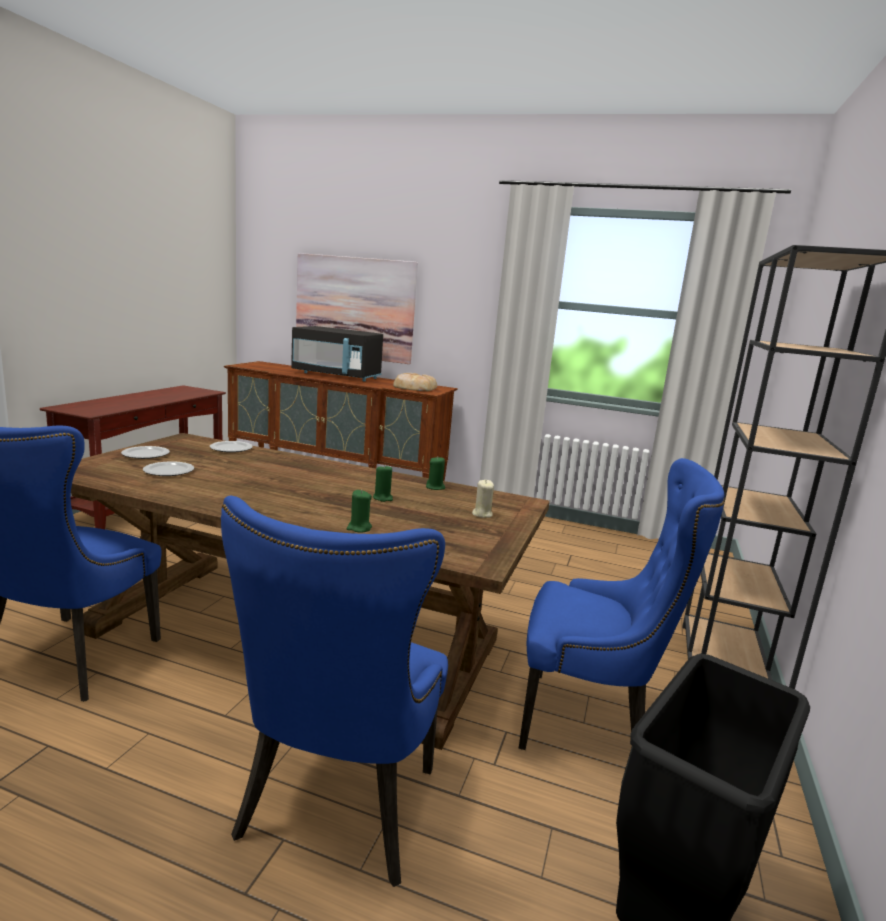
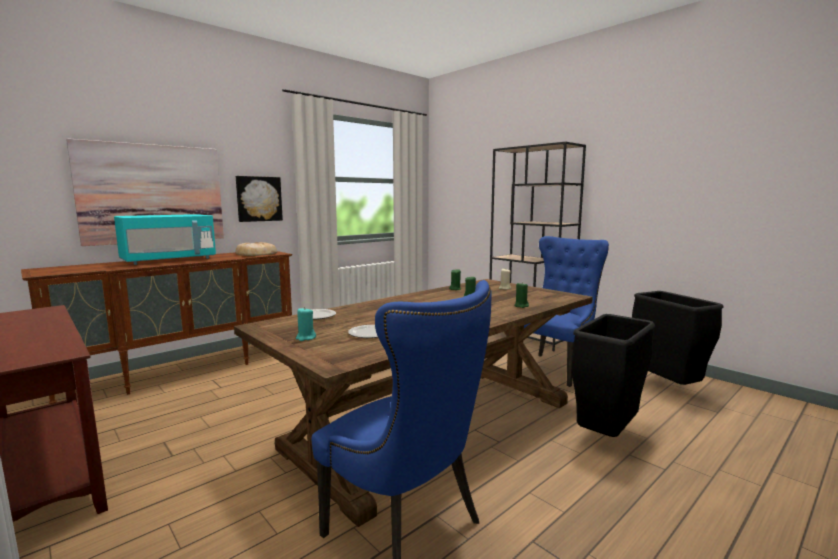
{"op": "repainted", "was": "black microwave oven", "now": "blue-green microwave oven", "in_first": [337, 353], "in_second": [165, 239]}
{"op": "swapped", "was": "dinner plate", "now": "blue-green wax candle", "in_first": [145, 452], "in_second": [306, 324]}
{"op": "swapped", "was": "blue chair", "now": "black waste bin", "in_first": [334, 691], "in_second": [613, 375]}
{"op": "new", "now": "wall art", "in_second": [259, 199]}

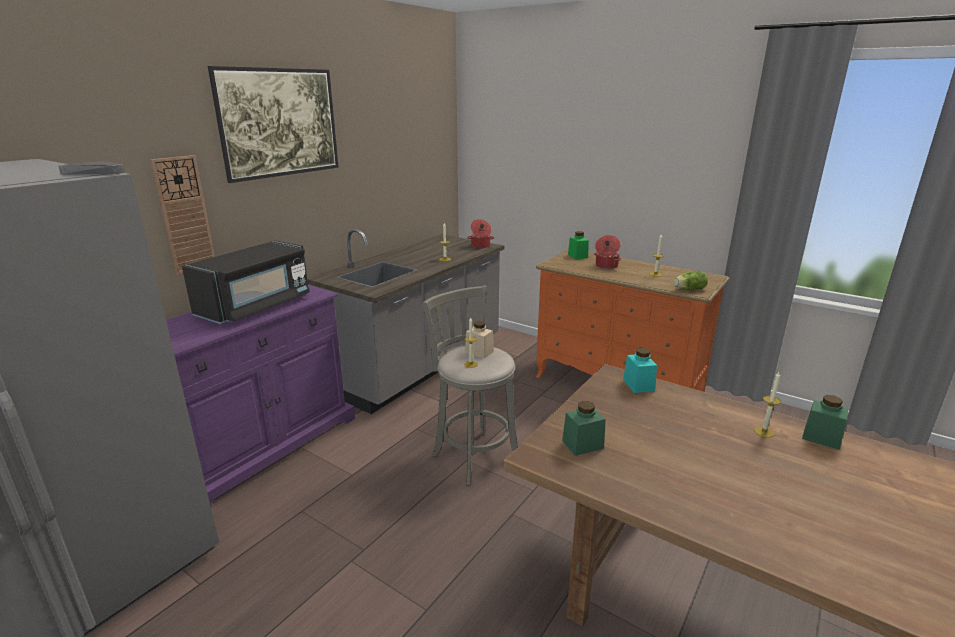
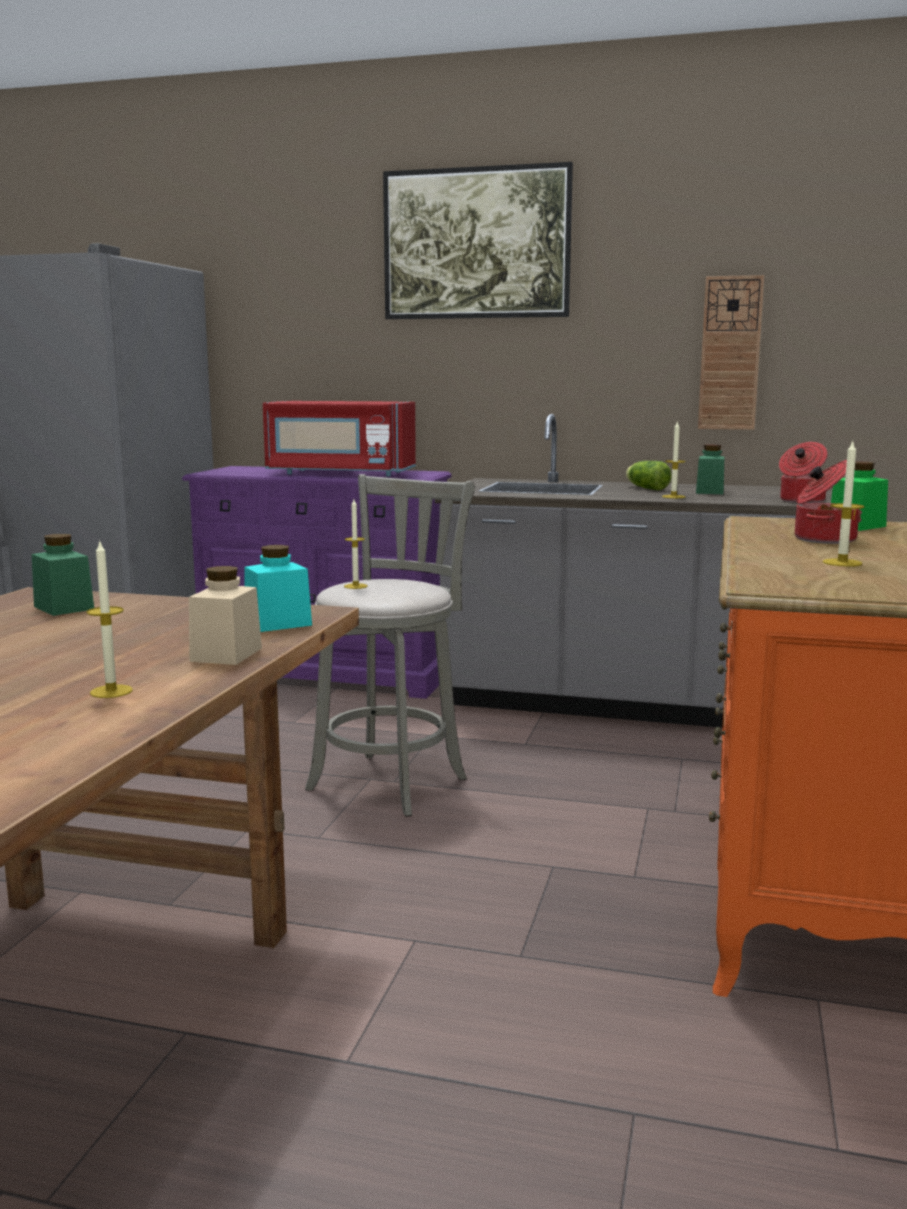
{"op": "shifted", "was": "hanging clock", "in_first": [183, 214], "in_second": [731, 352]}
{"op": "repainted", "was": "black microwave oven", "now": "red-coloured microwave oven", "in_first": [246, 282], "in_second": [339, 438]}
{"op": "shifted", "was": "lettuce head", "in_first": [690, 280], "in_second": [649, 475]}
{"op": "shifted", "was": "sand-coloured preserve jar", "in_first": [479, 340], "in_second": [225, 615]}
{"op": "shifted", "was": "green-coloured preserve jar", "in_first": [825, 422], "in_second": [710, 469]}

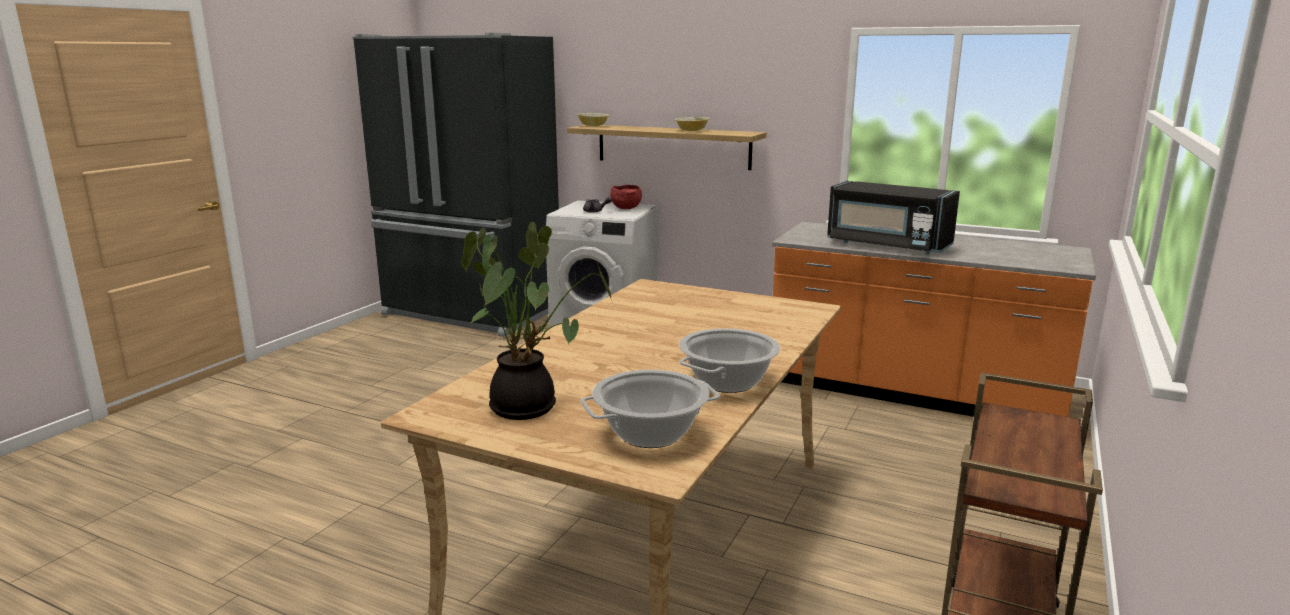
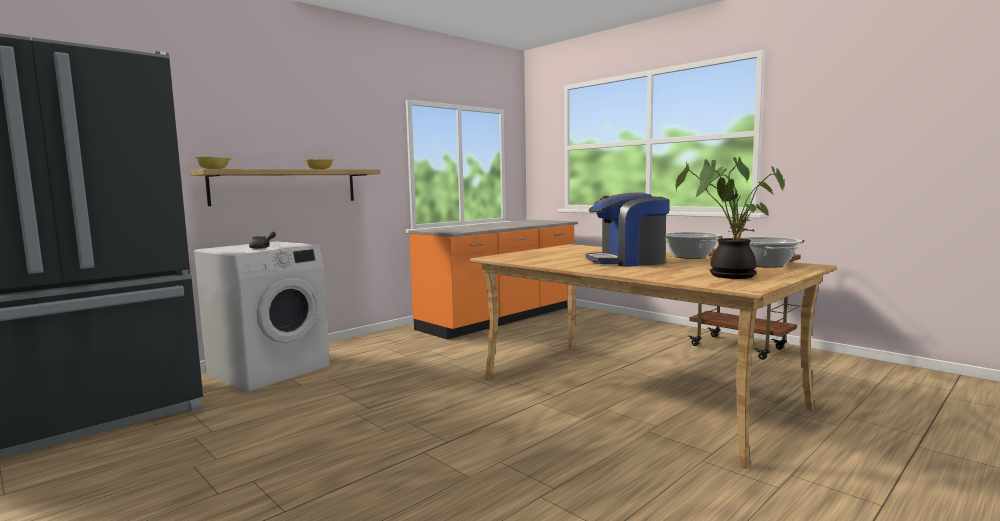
{"op": "gone", "was": "black microwave oven", "in_first": [893, 217]}
{"op": "gone", "was": "red-coloured deep dish", "in_first": [626, 197]}
{"op": "new", "now": "coffee machine", "in_second": [628, 229]}

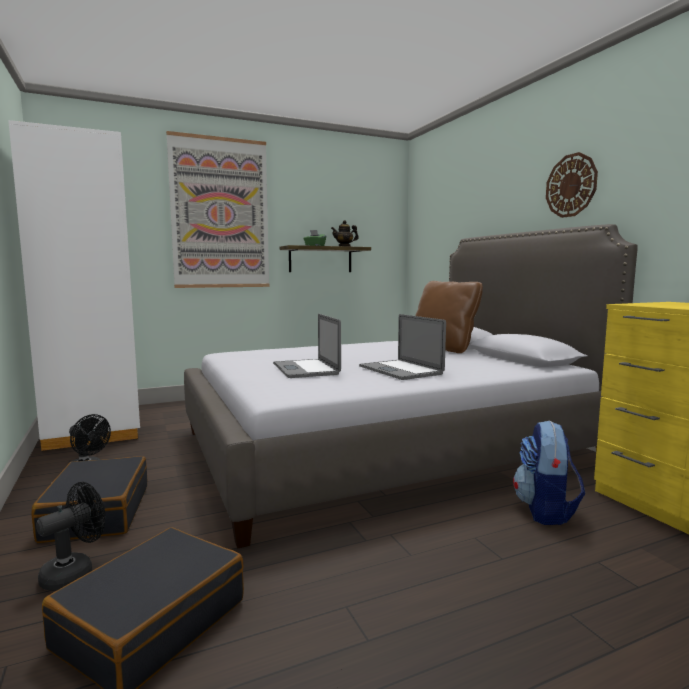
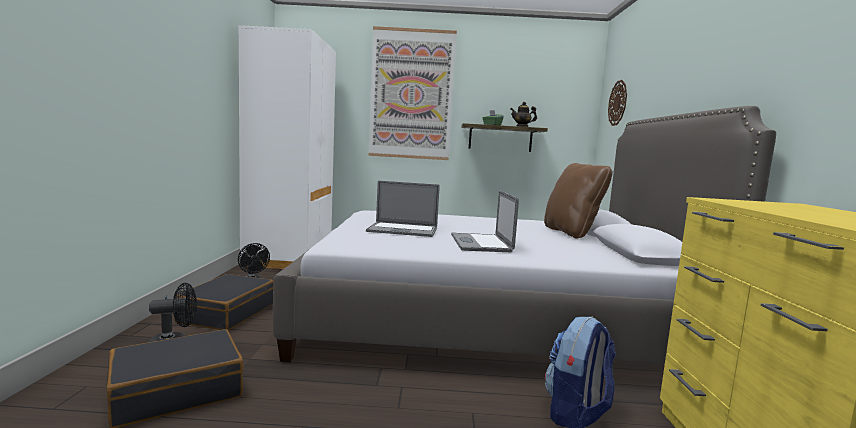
{"op": "shifted", "was": "hanging clock", "in_first": [572, 185], "in_second": [617, 103]}
{"op": "rotated", "was": "notebook computer", "in_first": [307, 346], "in_second": [403, 209], "clockwise": -90}

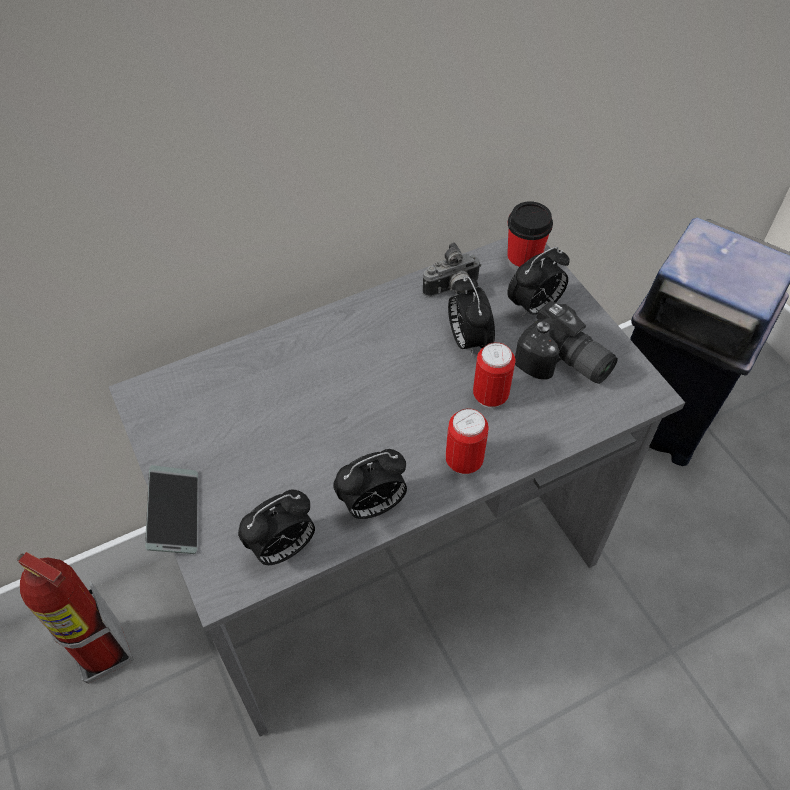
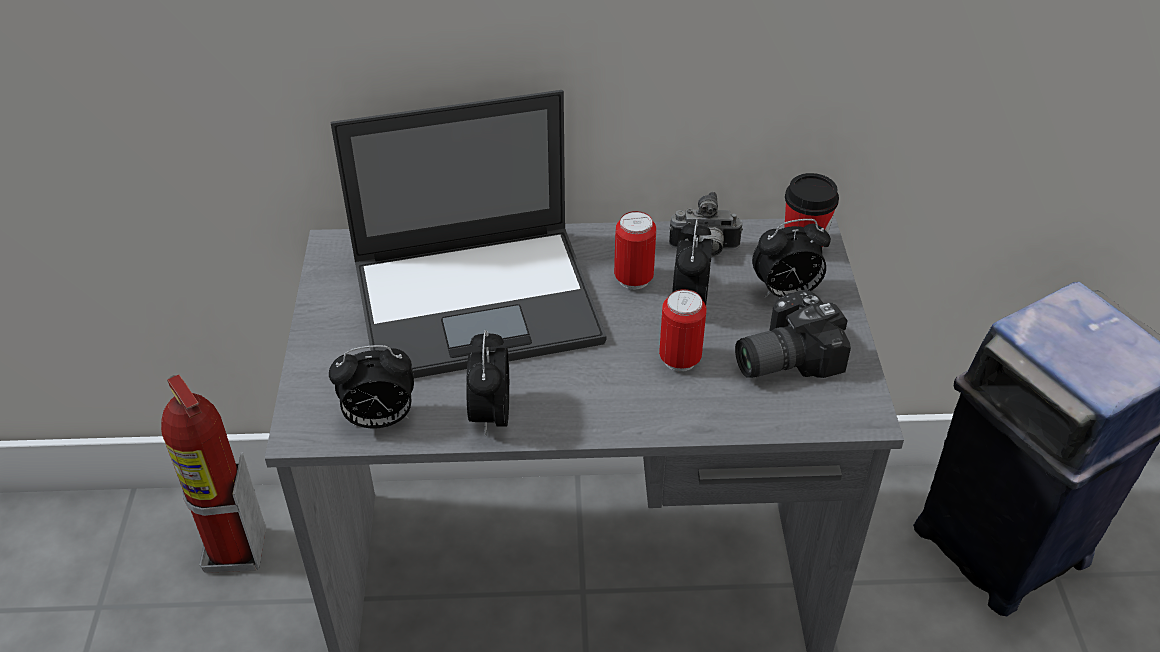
{"op": "rotated", "was": "still camera", "in_first": [566, 342], "in_second": [793, 333], "clockwise": 90}
{"op": "shifted", "was": "can", "in_first": [467, 441], "in_second": [635, 250]}
{"op": "rotated", "was": "alarm clock", "in_first": [370, 484], "in_second": [487, 383], "clockwise": 90}
{"op": "gone", "was": "phone", "in_first": [171, 509]}
{"op": "new", "now": "notebook computer", "in_second": [468, 234]}

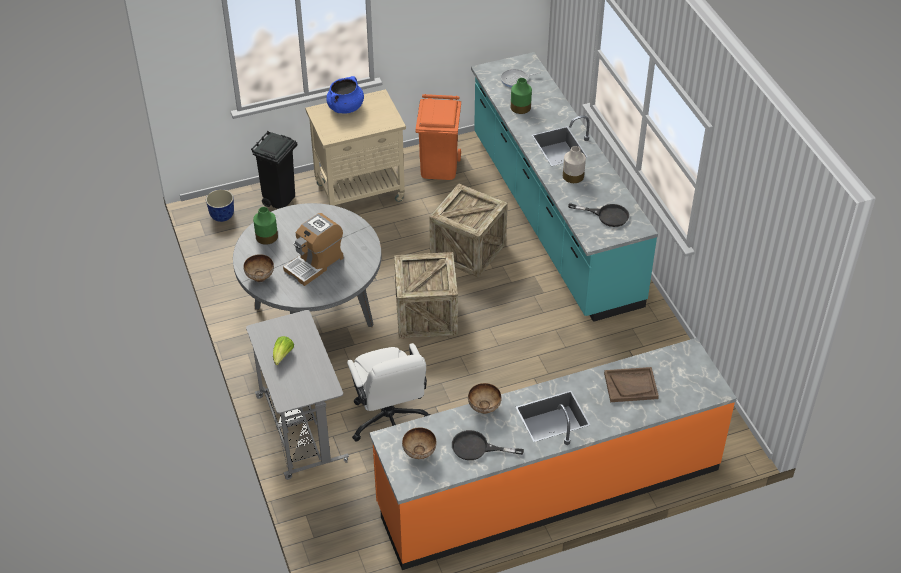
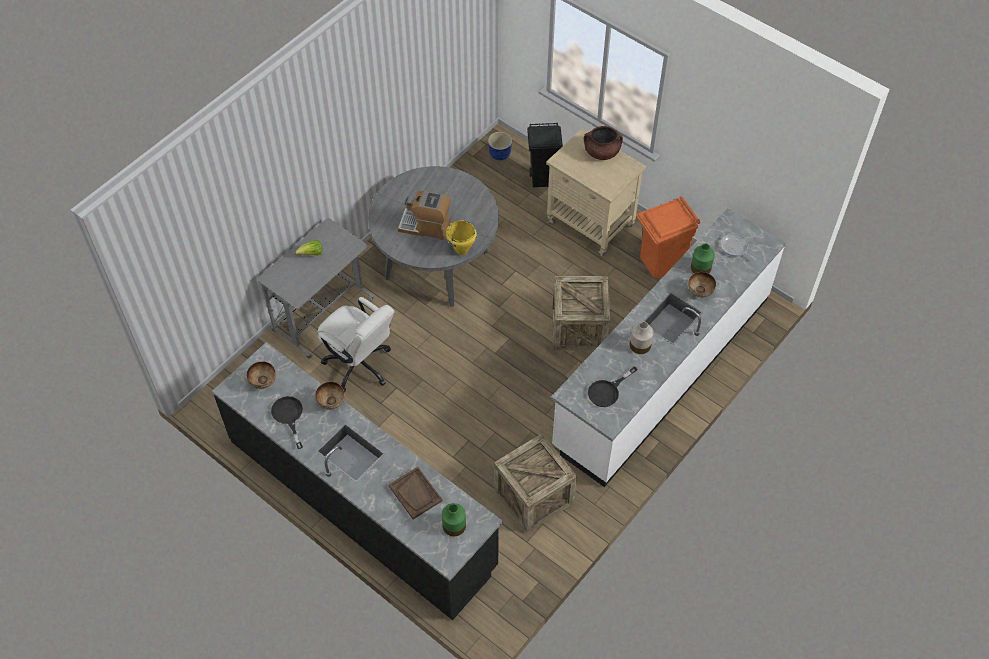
{"op": "repainted", "was": "blue-green kitchen counter", "now": "whitish kitchen counter", "in_first": [564, 187], "in_second": [668, 347]}
{"op": "repainted", "was": "blue stockpot", "now": "brown-coloured stockpot", "in_first": [345, 94], "in_second": [603, 143]}
{"op": "rotated", "was": "black skillet", "in_first": [598, 215], "in_second": [613, 386], "clockwise": 60}
{"op": "shifted", "was": "green-coloured flower vase", "in_first": [265, 226], "in_second": [454, 519]}
{"op": "shifted", "was": "shipping crate", "in_first": [426, 295], "in_second": [535, 483]}
{"op": "shifted", "was": "deep dish", "in_first": [259, 268], "in_second": [702, 284]}
{"op": "repainted", "was": "orangey kitchen counter", "now": "black kitchen counter", "in_first": [553, 454], "in_second": [357, 481]}
{"op": "rotated", "was": "whitish desk chair", "in_first": [388, 392], "in_second": [356, 344], "clockwise": -90}
{"op": "new", "now": "yellow-coloured stockpot", "in_second": [461, 237]}

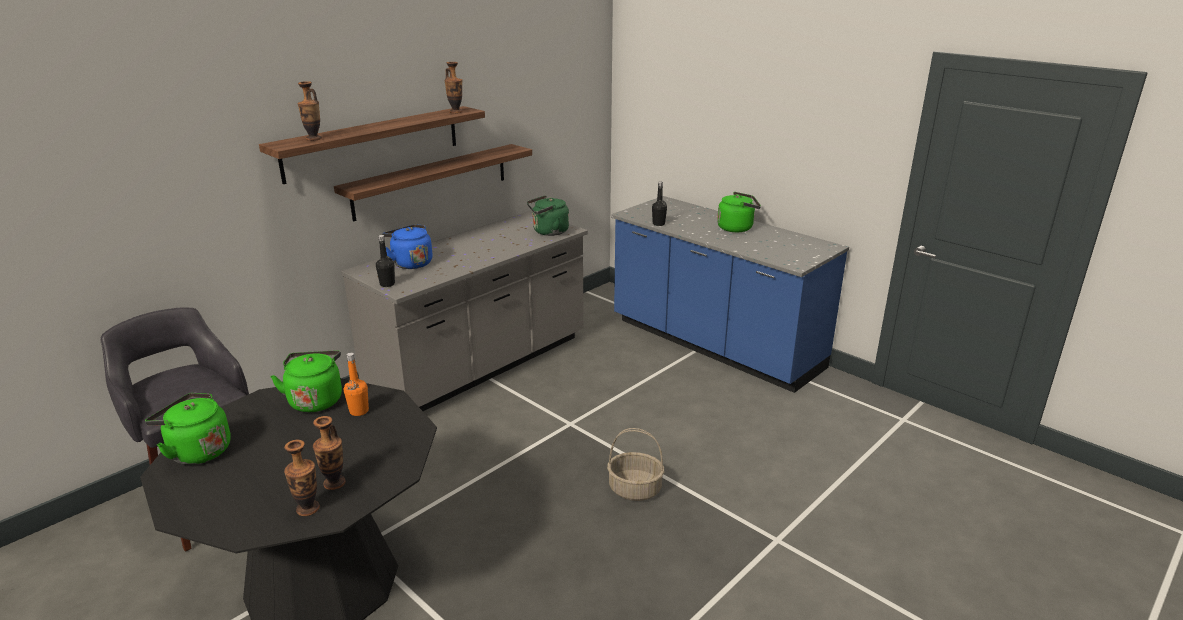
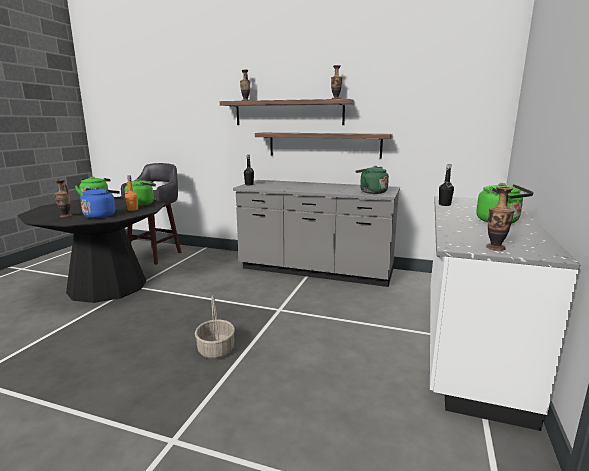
{"op": "repainted", "was": "blue kitchen counter", "now": "whitish kitchen counter", "in_first": [730, 294], "in_second": [505, 313]}
{"op": "shifted", "was": "blue kettle", "in_first": [407, 246], "in_second": [100, 202]}
{"op": "shifted", "was": "flower vase", "in_first": [302, 478], "in_second": [500, 218]}

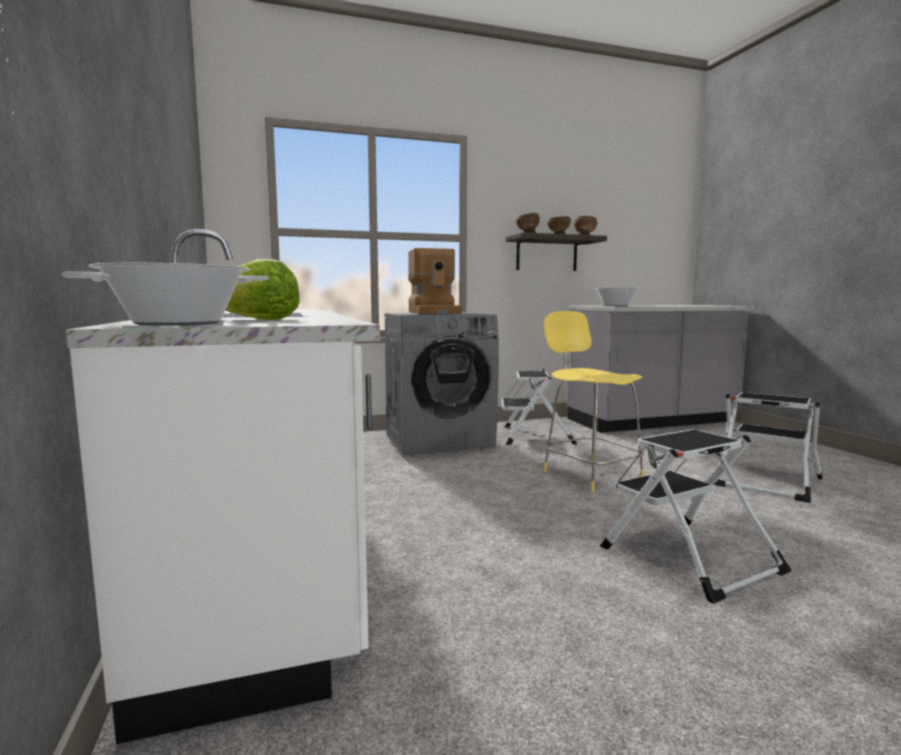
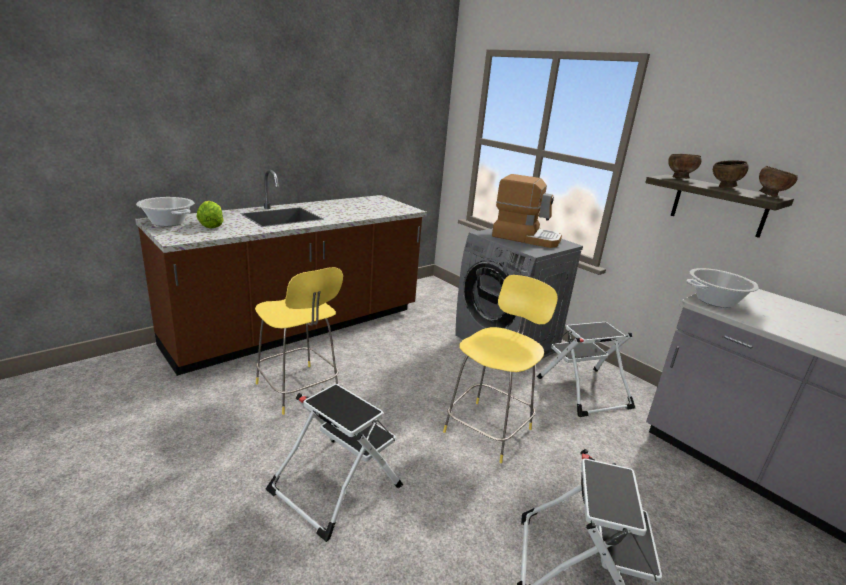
{"op": "repainted", "was": "whitish kitchen counter", "now": "brown-coloured kitchen counter", "in_first": [223, 486], "in_second": [281, 272]}
{"op": "rotated", "was": "coffee machine", "in_first": [435, 281], "in_second": [527, 211], "clockwise": -120}
{"op": "new", "now": "yellow-coloured sitting stool", "in_second": [299, 341]}

